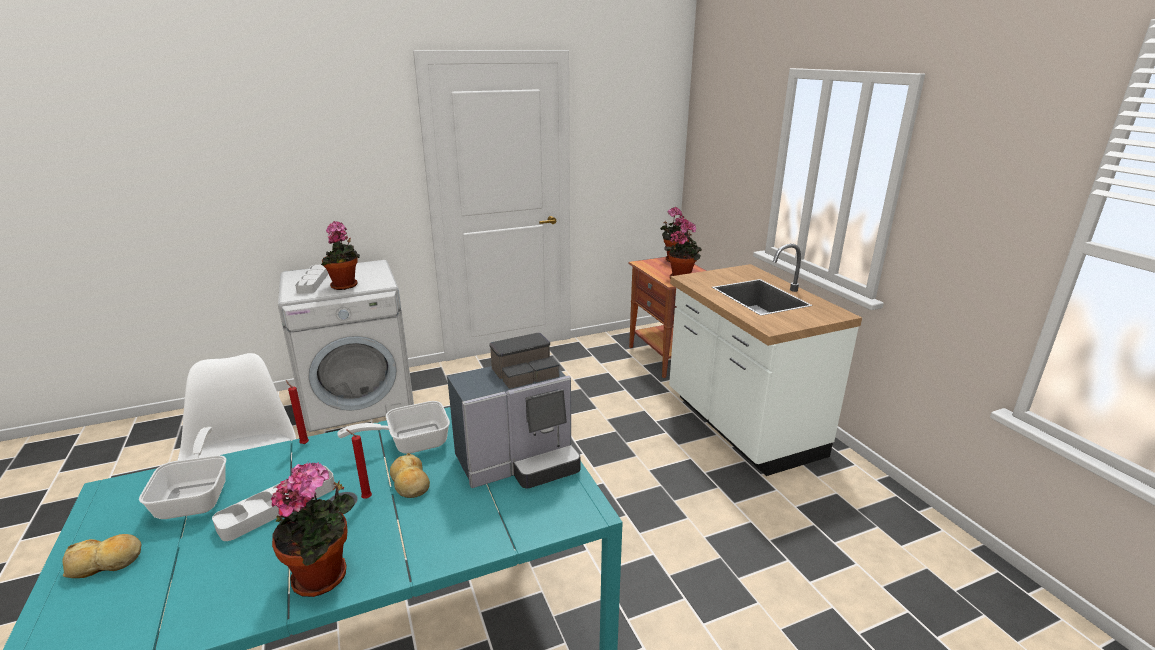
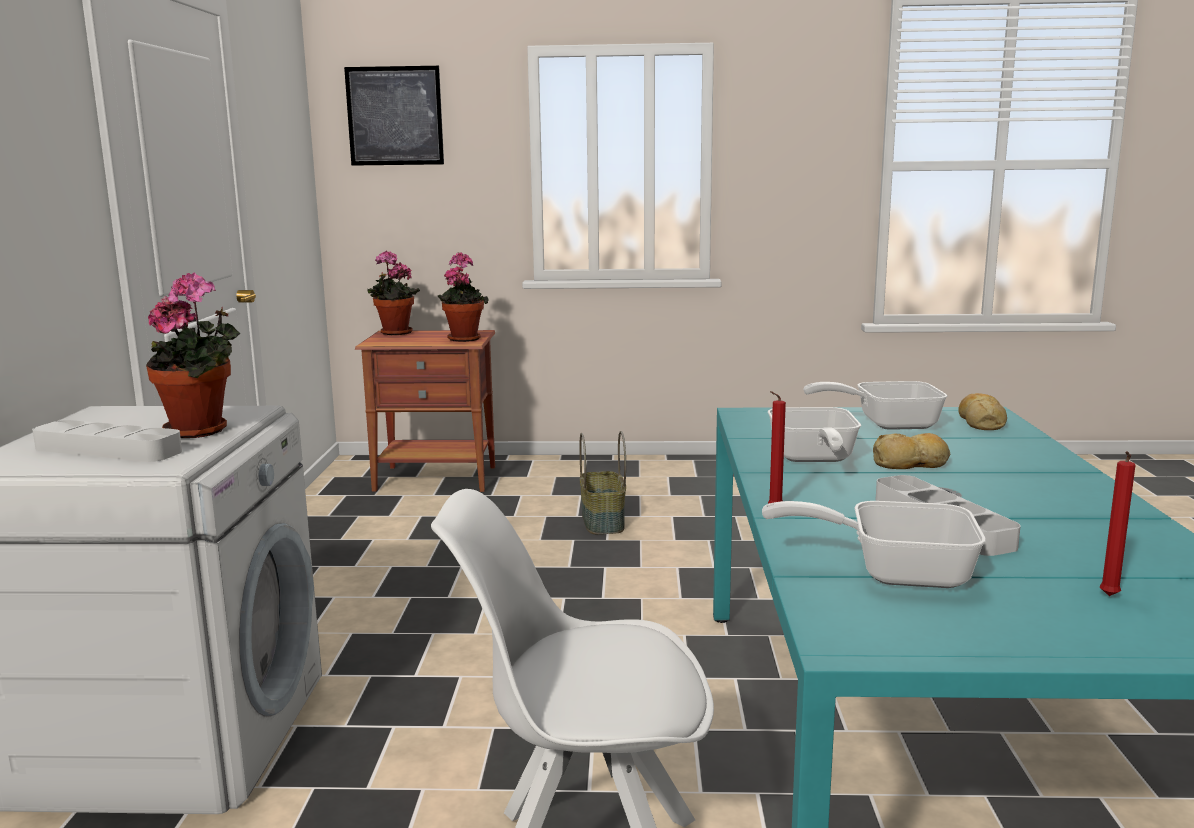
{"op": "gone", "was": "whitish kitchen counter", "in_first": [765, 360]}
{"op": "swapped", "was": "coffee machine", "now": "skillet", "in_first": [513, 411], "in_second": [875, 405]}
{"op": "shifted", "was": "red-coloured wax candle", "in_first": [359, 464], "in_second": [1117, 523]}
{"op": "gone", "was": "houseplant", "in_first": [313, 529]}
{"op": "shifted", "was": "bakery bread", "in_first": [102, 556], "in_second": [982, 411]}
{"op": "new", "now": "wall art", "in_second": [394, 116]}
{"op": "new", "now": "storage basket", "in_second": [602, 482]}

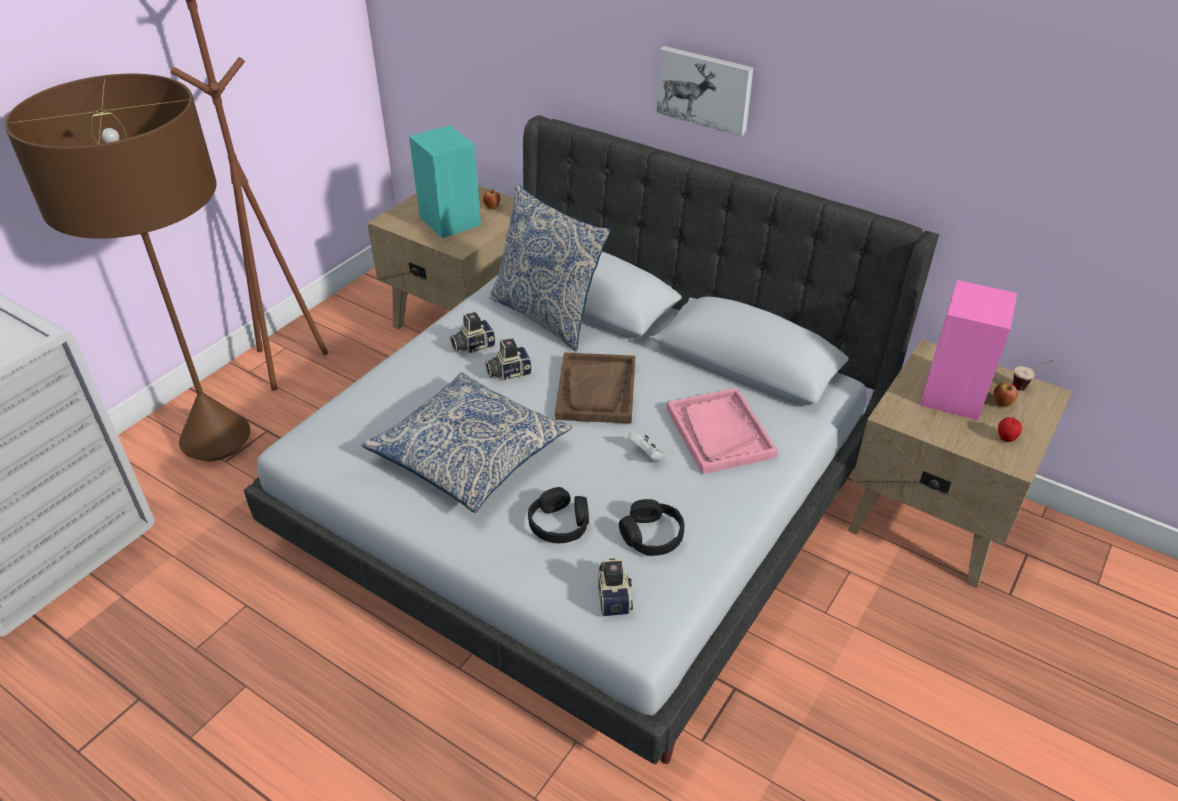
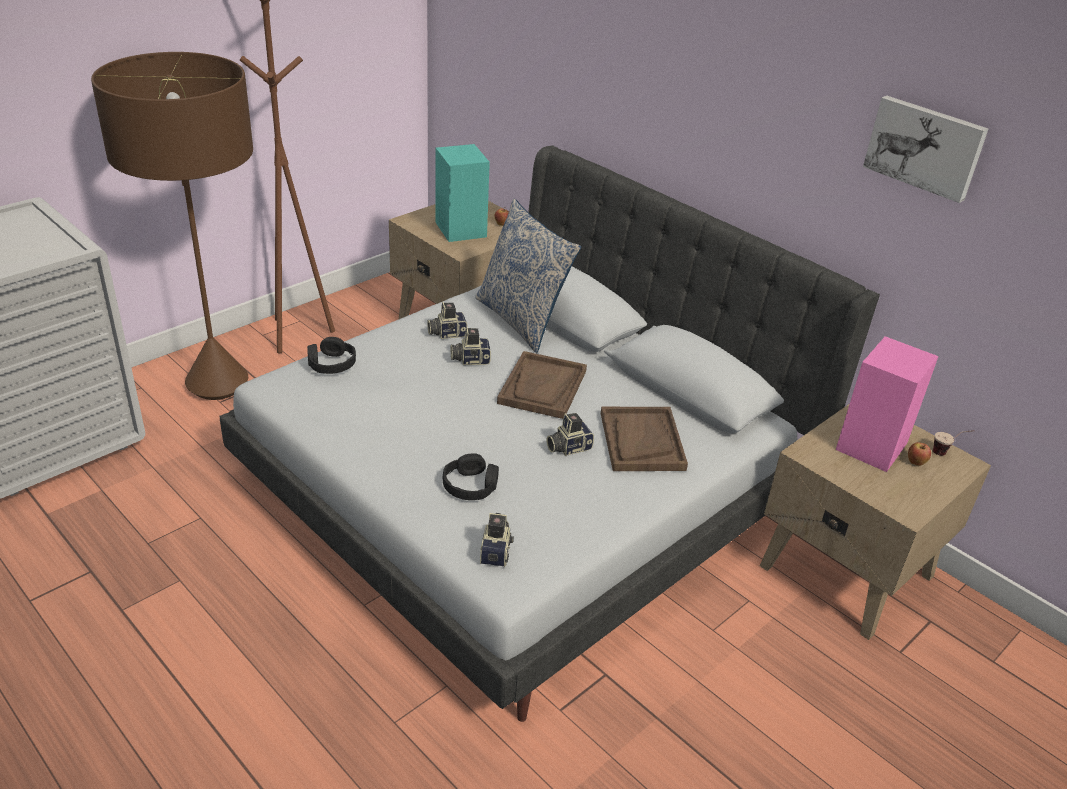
{"op": "shifted", "was": "wall art", "in_first": [705, 91], "in_second": [925, 149]}
{"op": "gone", "was": "throw pillow", "in_first": [467, 442]}
{"op": "repainted", "was": "pinkish tray", "now": "brown-coloured tray", "in_first": [722, 431], "in_second": [644, 439]}
{"op": "gone", "was": "apple fruit", "in_first": [1010, 429]}
{"op": "swapped", "was": "whitish joypad", "now": "still camera", "in_first": [646, 447], "in_second": [570, 434]}
{"op": "shifted", "was": "black pair of headphones", "in_first": [651, 527], "in_second": [331, 355]}

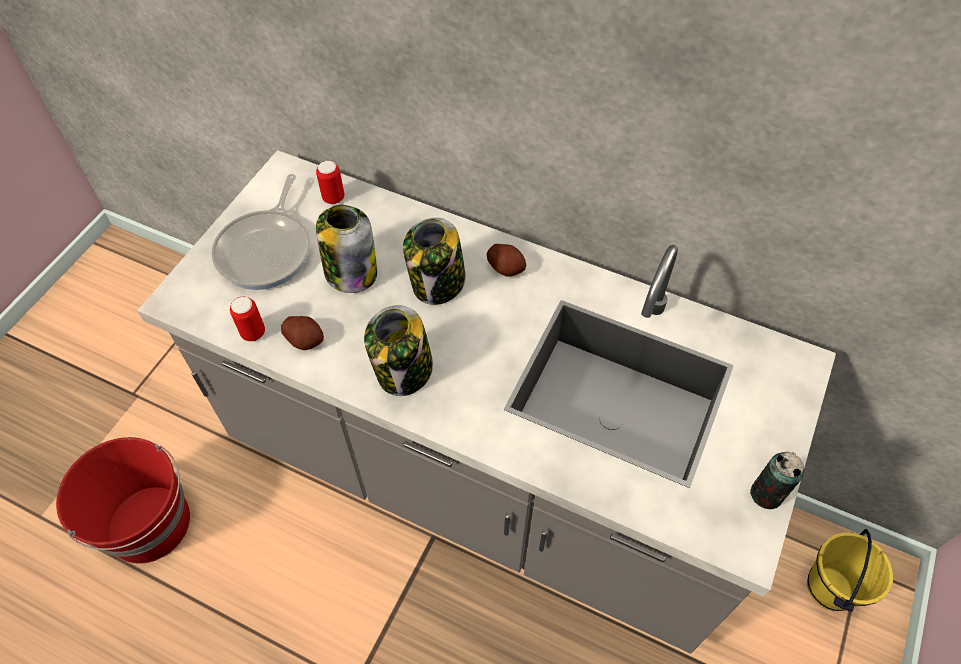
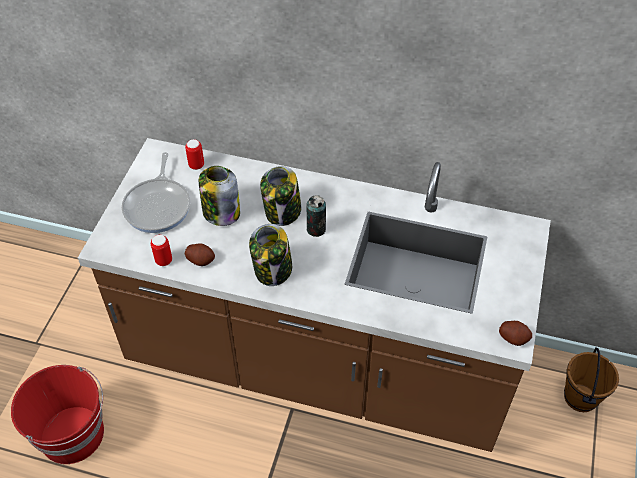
{"op": "repainted", "was": "gray kitchen counter", "now": "brown-coloured kitchen counter", "in_first": [486, 402], "in_second": [314, 295]}
{"op": "shifted", "was": "whole potato", "in_first": [506, 260], "in_second": [515, 333]}
{"op": "shifted", "was": "can", "in_first": [777, 480], "in_second": [316, 216]}
{"op": "repainted", "was": "yellow-coloured water bucket", "now": "brown-coloured water bucket", "in_first": [850, 570], "in_second": [591, 379]}

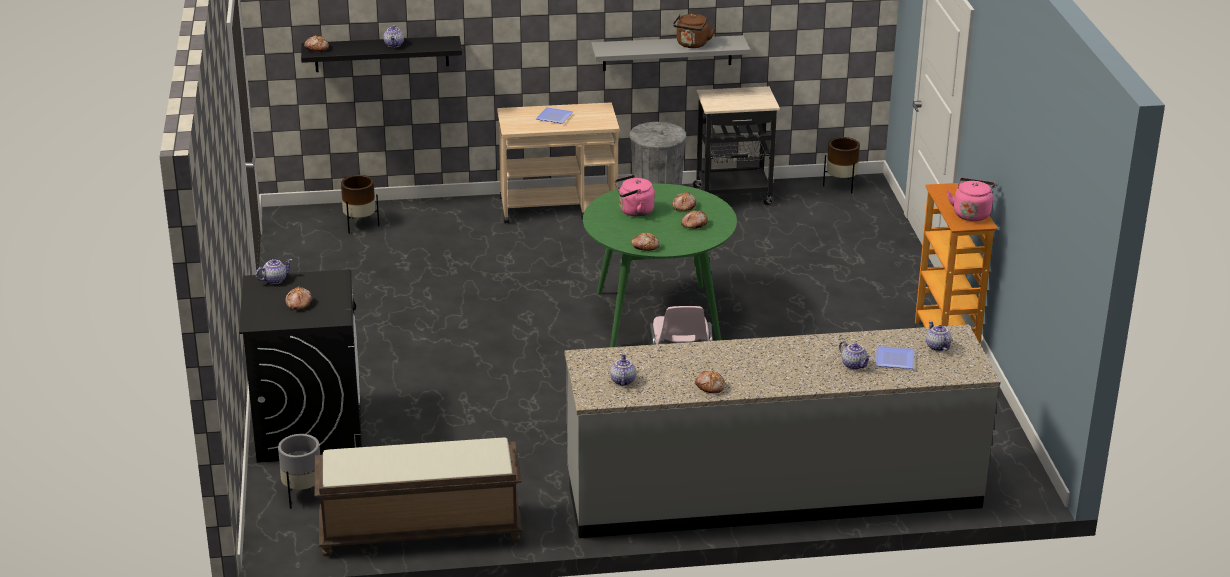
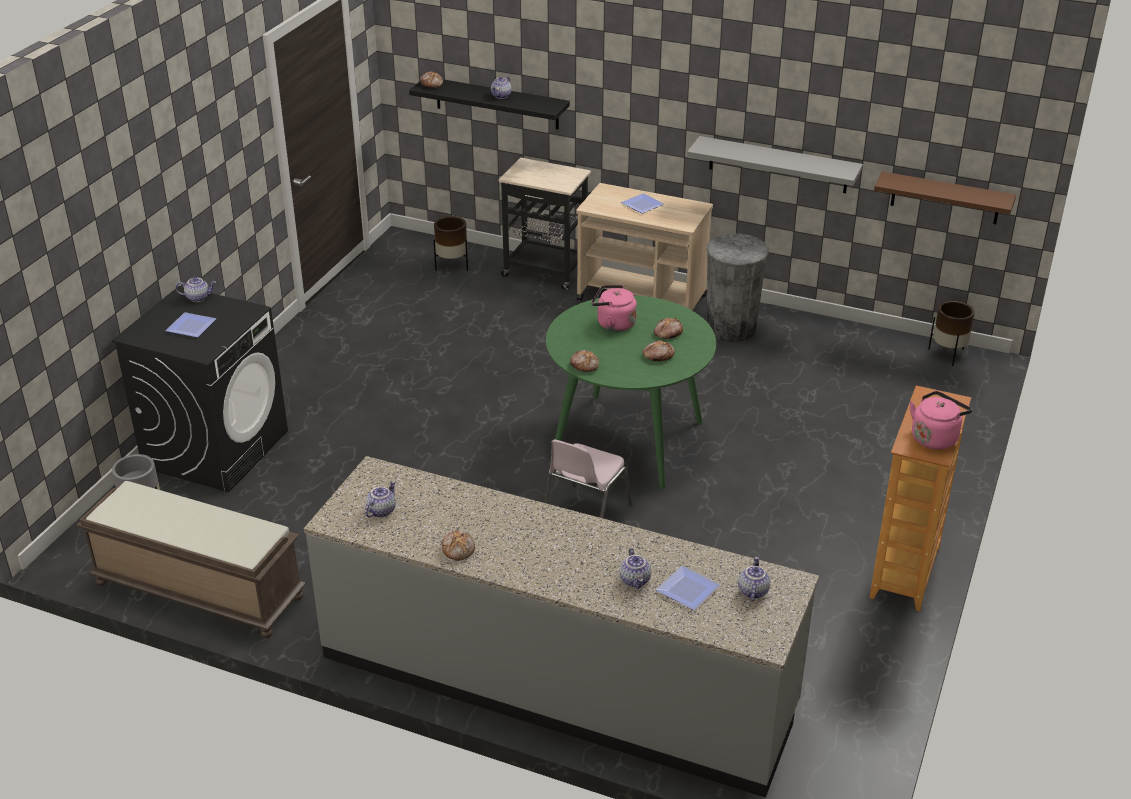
{"op": "gone", "was": "brown-coloured kettle", "in_first": [694, 31]}
{"op": "shifted", "was": "trolley", "in_first": [736, 145], "in_second": [544, 224]}
{"op": "swapped", "was": "bakery bread", "now": "dinner plate", "in_first": [298, 298], "in_second": [191, 325]}
{"op": "new", "now": "brown-coloured shelf", "in_second": [945, 197]}

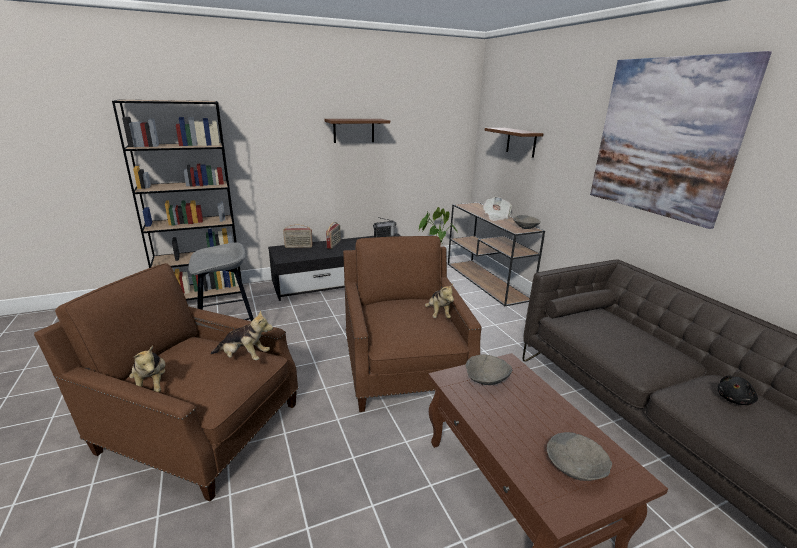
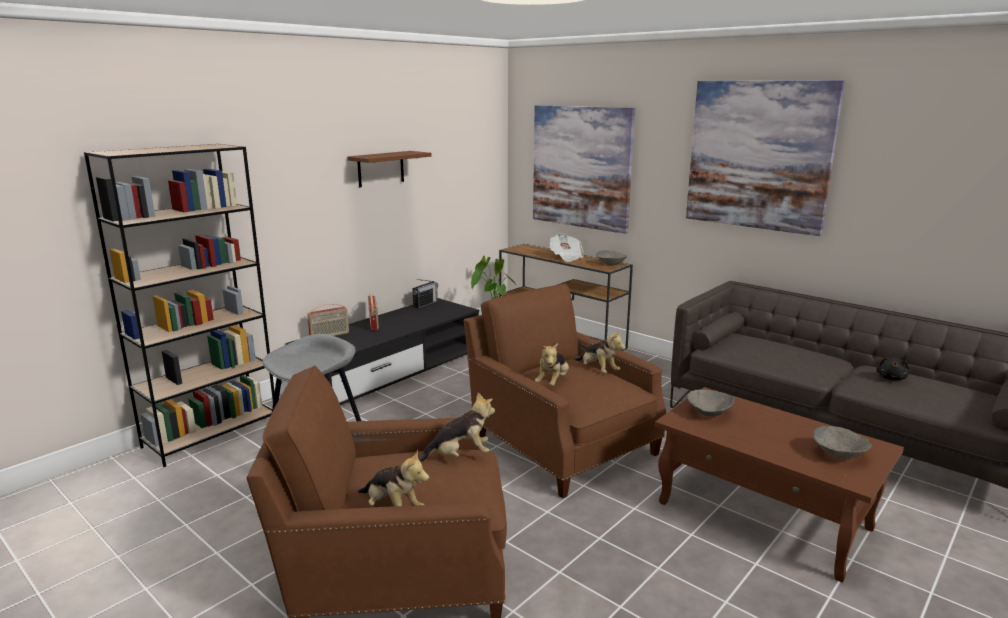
{"op": "swapped", "was": "brown-coloured shelf", "now": "wall art", "in_first": [514, 143], "in_second": [584, 169]}
{"op": "new", "now": "plush toy", "in_second": [552, 364]}

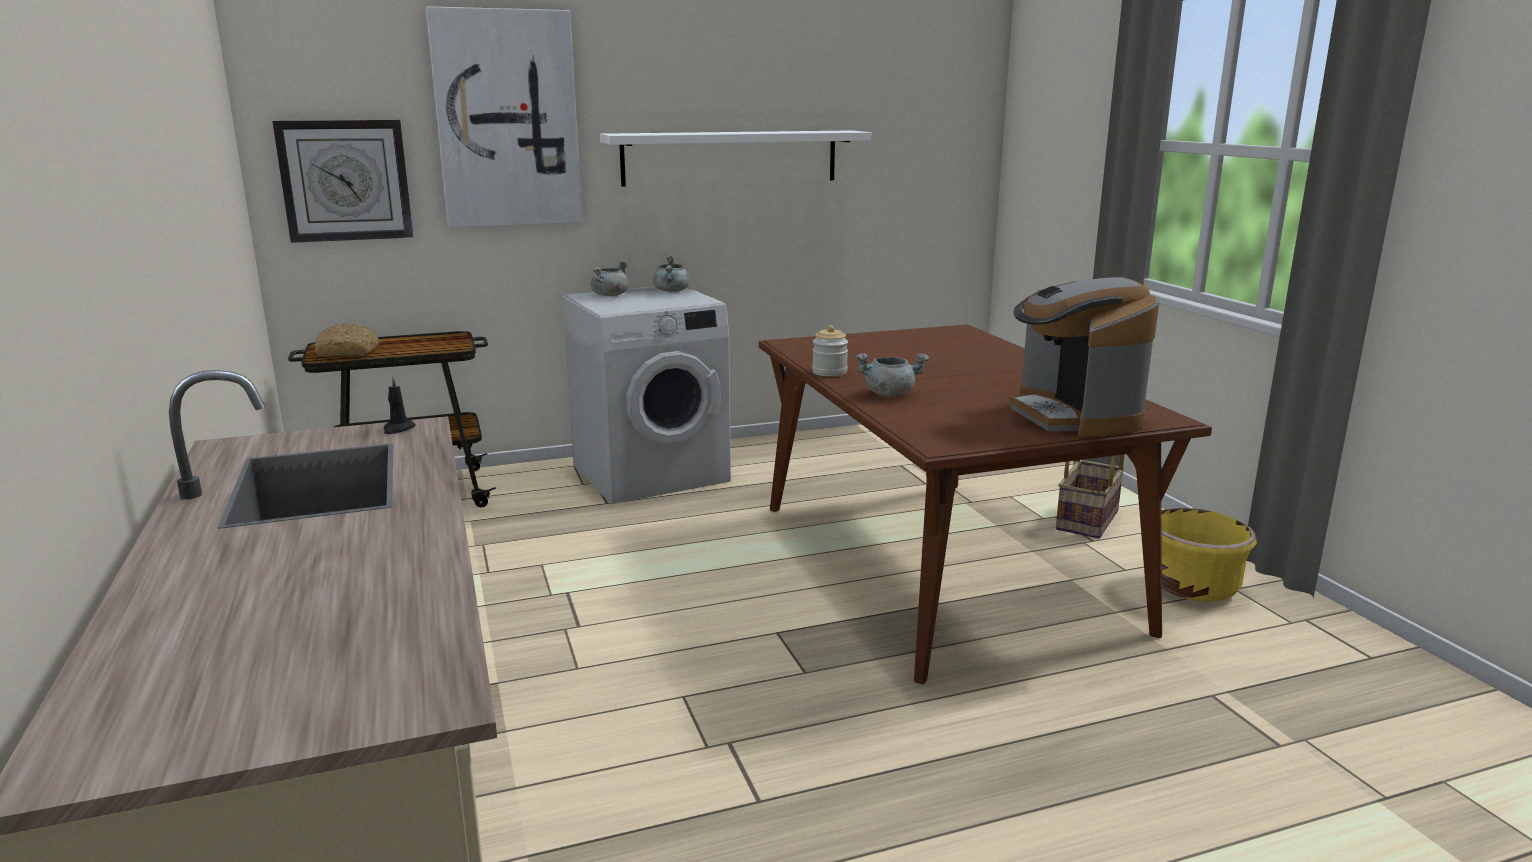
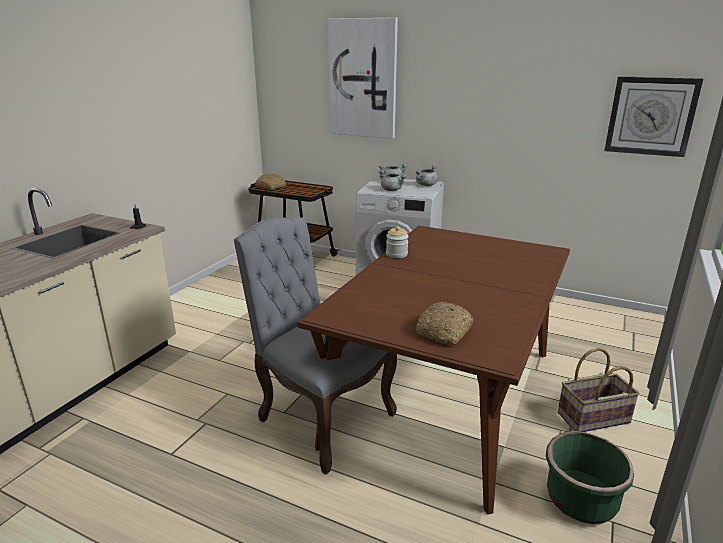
{"op": "shifted", "was": "hanging clock", "in_first": [342, 181], "in_second": [653, 116]}
{"op": "gone", "was": "whitish shelf", "in_first": [735, 158]}
{"op": "swapped", "was": "coffee machine", "now": "bakery bread", "in_first": [1084, 357], "in_second": [444, 323]}
{"op": "shifted", "was": "gray stockpot", "in_first": [892, 375], "in_second": [392, 180]}
{"op": "repainted", "was": "yellow-coloured planter", "now": "green-coloured planter", "in_first": [1209, 555], "in_second": [590, 477]}
{"op": "new", "now": "gray chair", "in_second": [315, 345]}

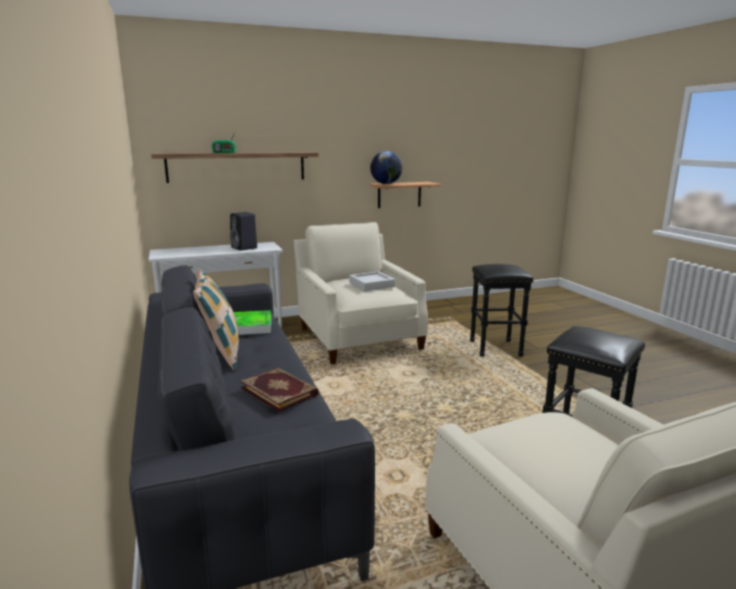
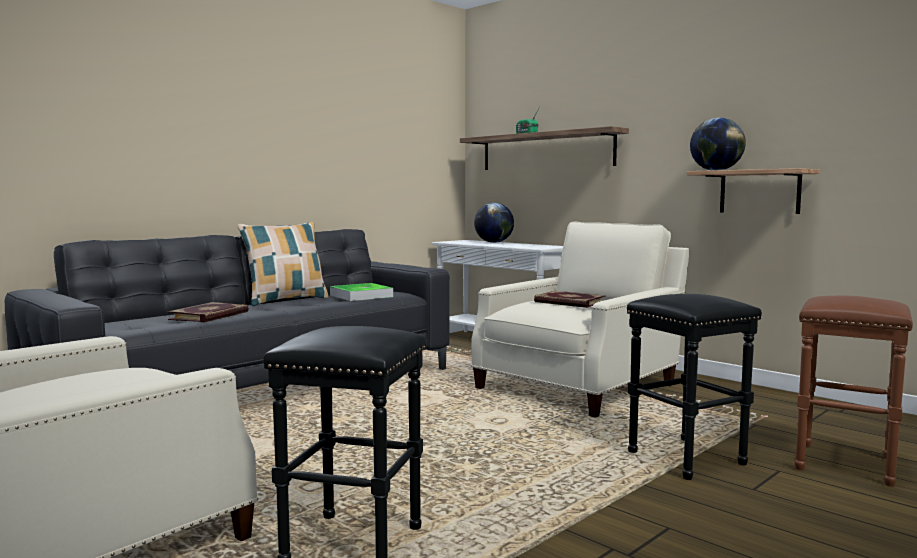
{"op": "gone", "was": "black audio speaker", "in_first": [243, 231]}
{"op": "swapped", "was": "gray tray", "now": "volume", "in_first": [372, 281], "in_second": [570, 299]}
{"op": "new", "now": "globe", "in_second": [494, 223]}
{"op": "new", "now": "brown-coloured sitting stool", "in_second": [854, 391]}

